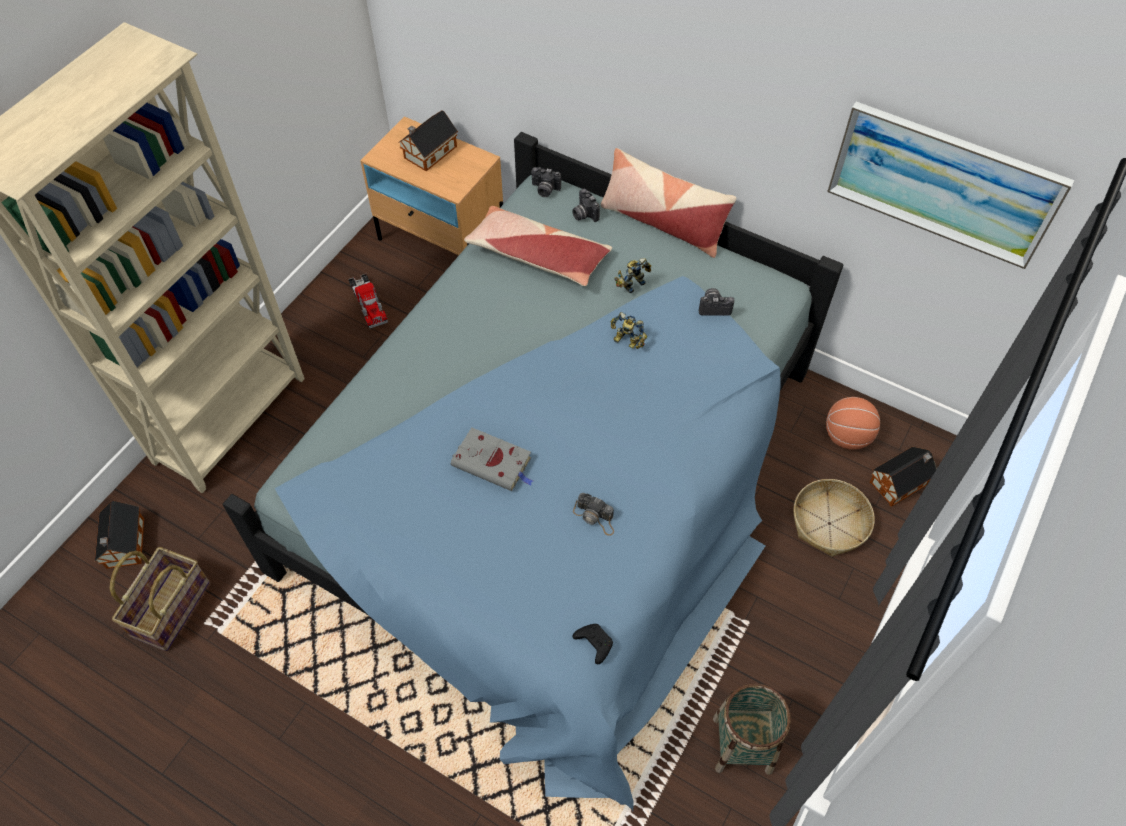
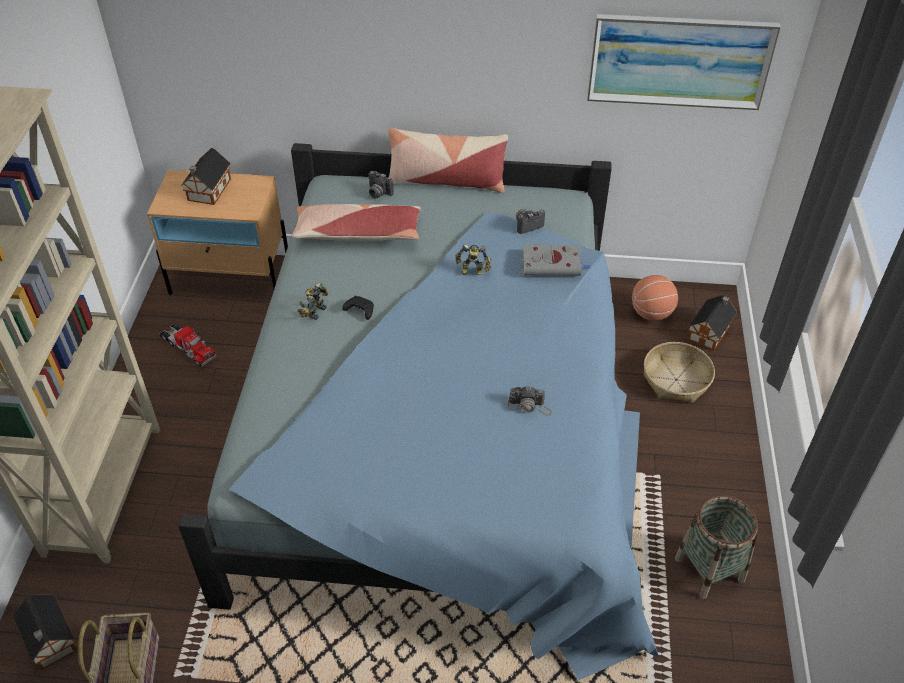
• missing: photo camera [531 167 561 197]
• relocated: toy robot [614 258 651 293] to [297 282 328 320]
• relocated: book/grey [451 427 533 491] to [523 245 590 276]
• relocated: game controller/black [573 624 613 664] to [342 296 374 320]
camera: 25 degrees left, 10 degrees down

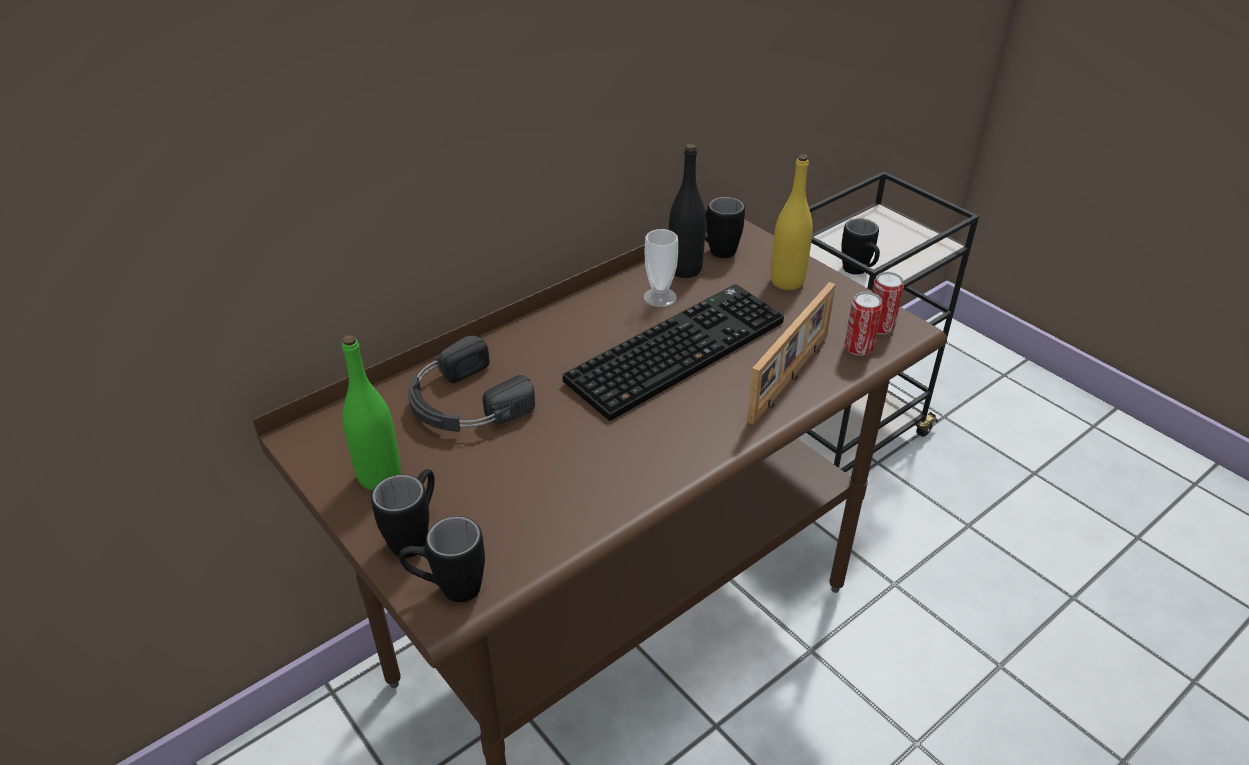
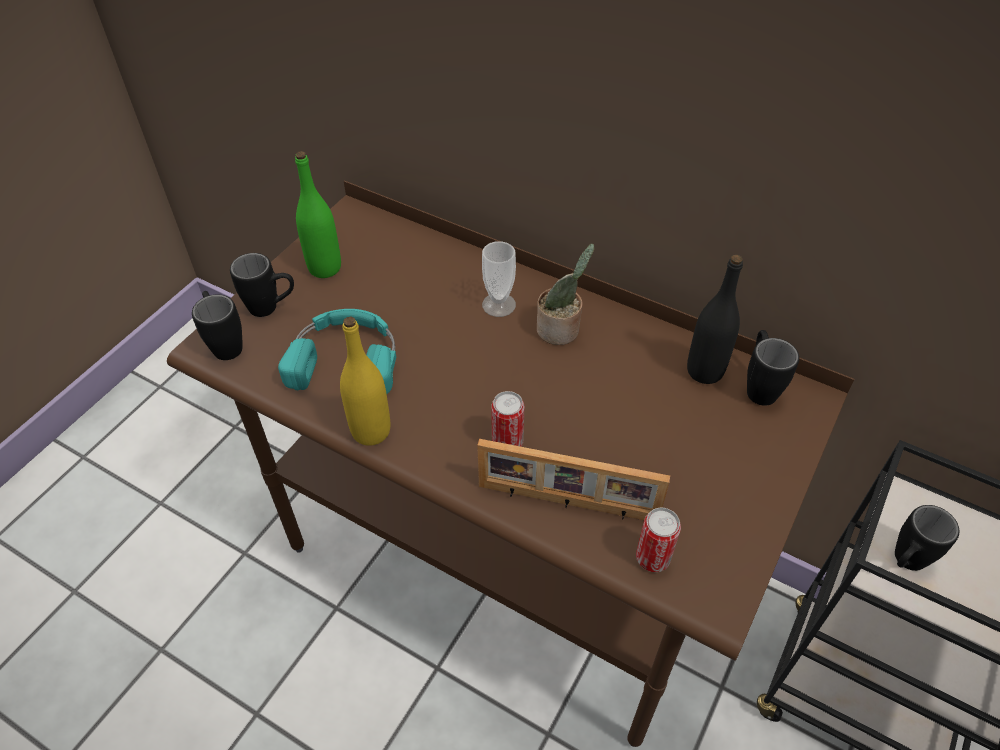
• relocated: bottle/yellow [771 154 813 290] to [340 316 390 446]
• relocated: cup [643 229 678 307] to [482 241 516 317]
• relocated: can [872 272 904 335] to [491 391 525 447]
• missing: keyboard [563 284 784 421]
• missing: headphones/black [408 336 535 432]
• appeared: potted plant [537 243 594 345]
• appeared: headphones/turquoise [278 309 396 394]
camera: 70 degrees right, 10 degrees up

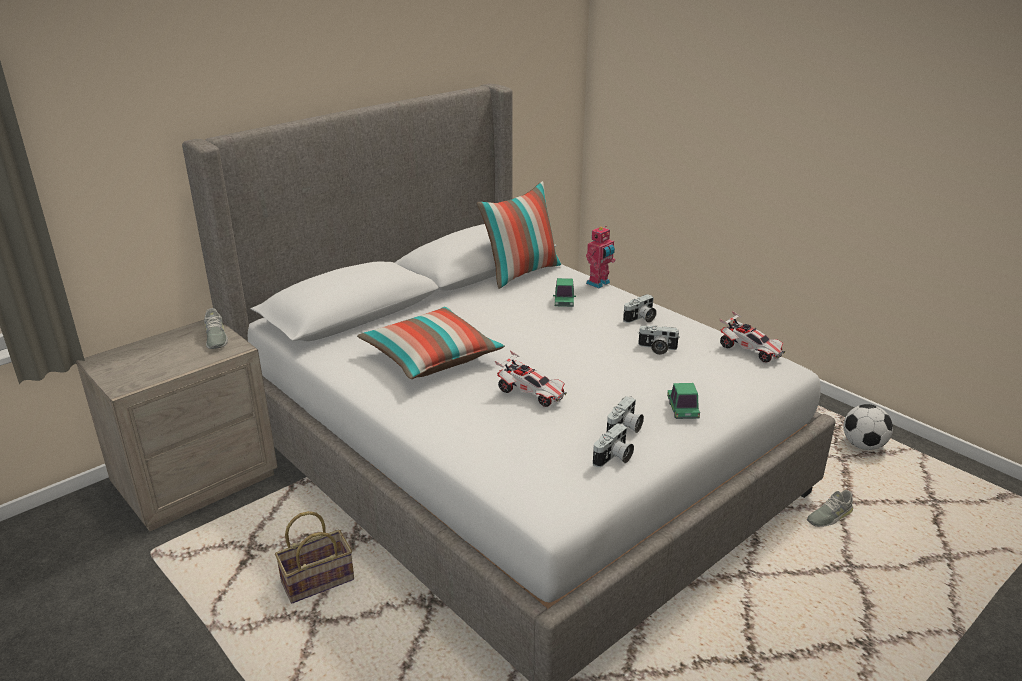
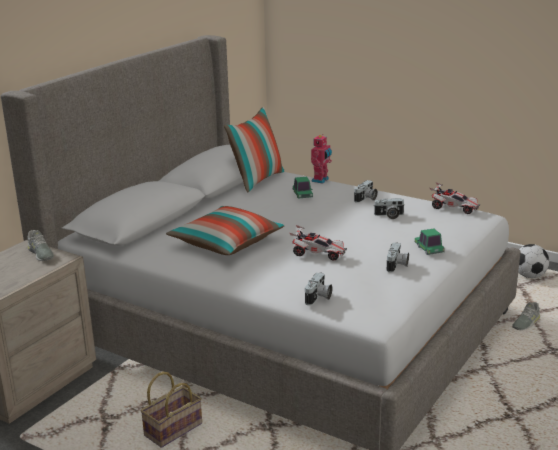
• relocated: photo camera [593 423 634 467] to [305 272 333 305]
camera: 15 degrees left, 5 degrees down

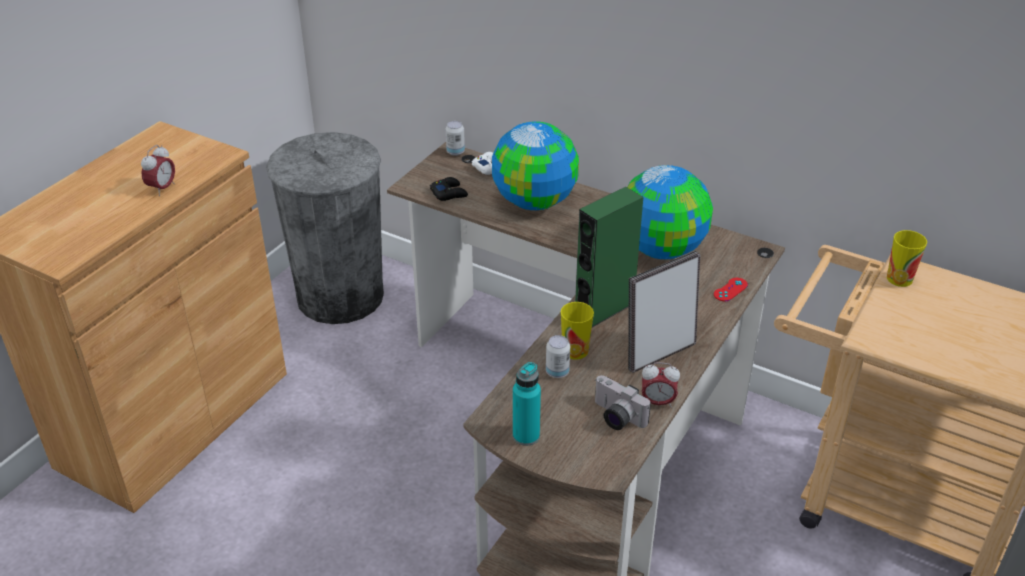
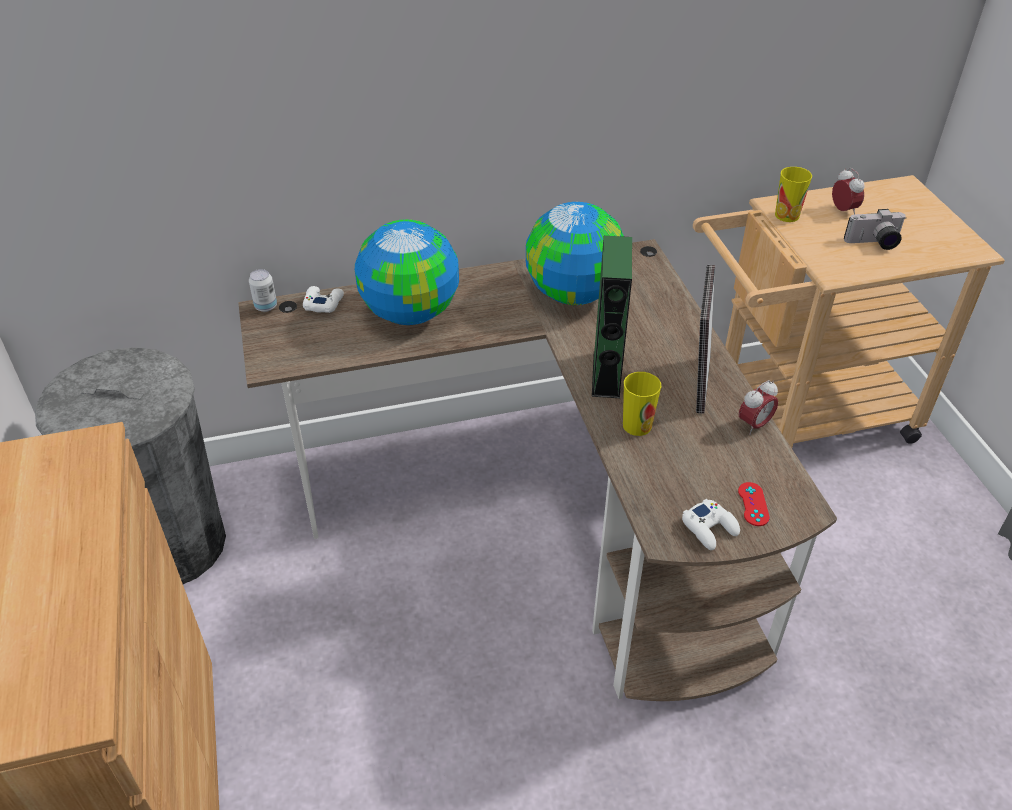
• relocated: alarm clock [141 145 175 196] to [832 168 865 215]
• missing: game controller/black [430 177 468 201]
• relocated: game controller/red [714 278 748 301] to [738 482 770 526]
• missing: can [546 335 570 378]
• exchanged: bottle/turquoise [513 362 541 446] to game controller/white [682 499 740 550]
• relocated: photo camera [595 375 651 430] to [844 209 906 250]
camera: 45 degrees left, 5 degrees up

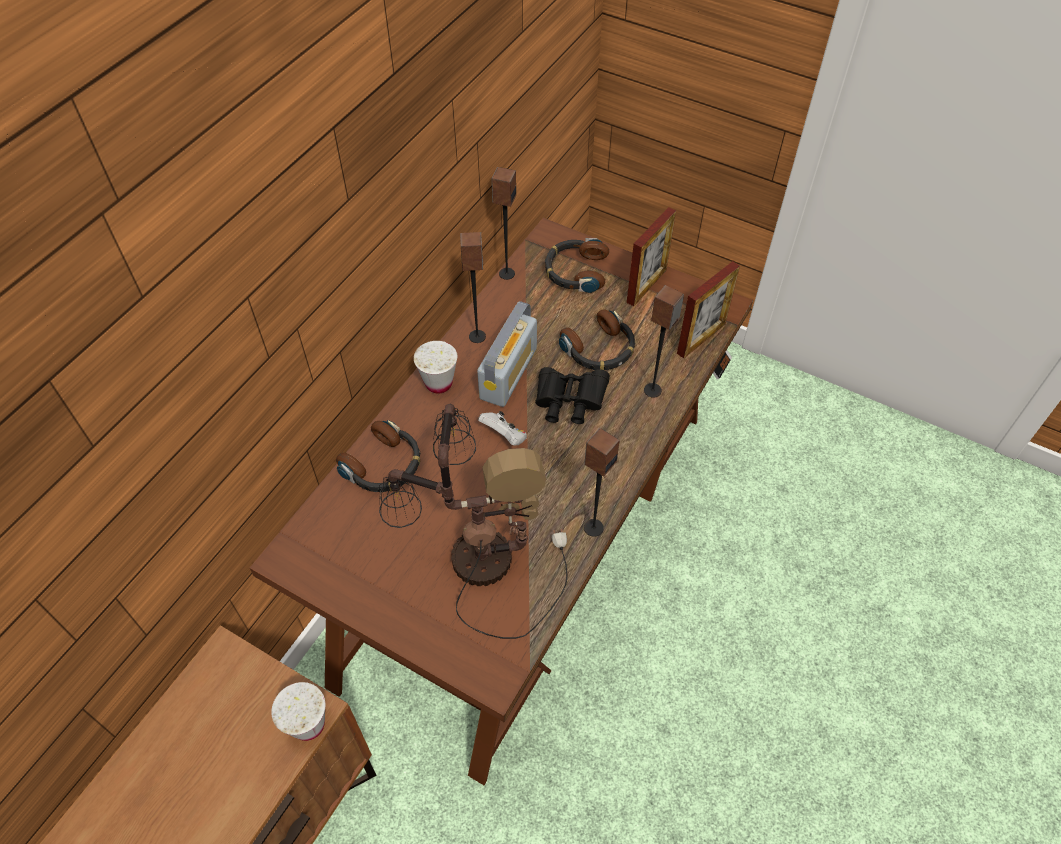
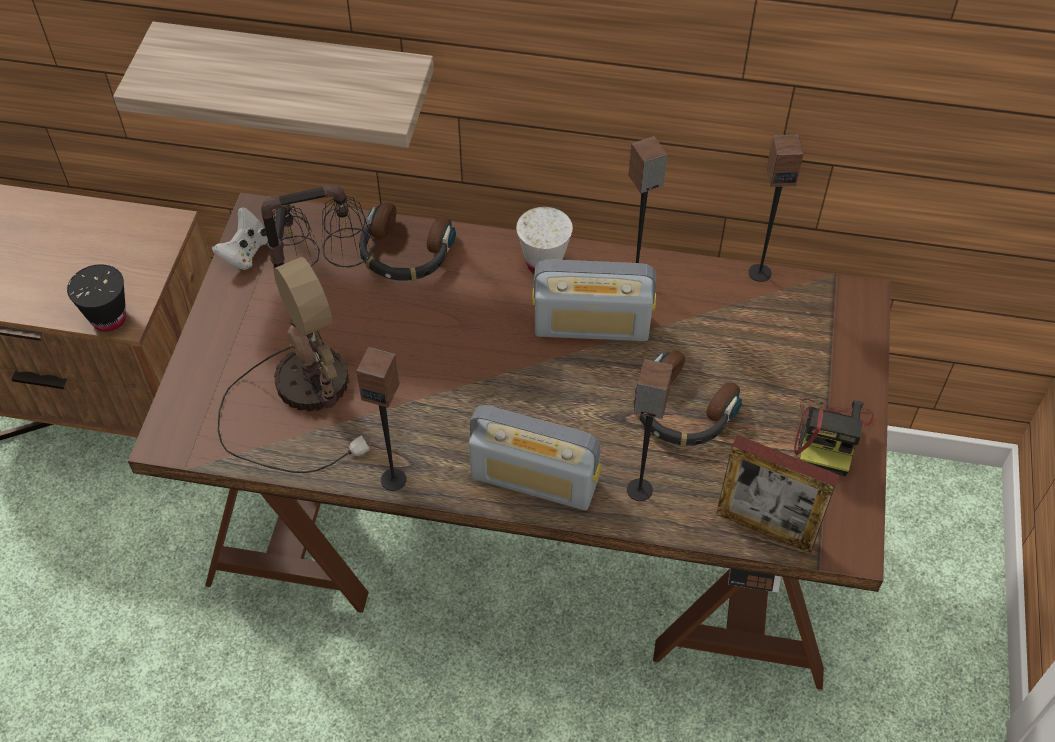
• exchanged: picture frame [627 207 676 306] to photo camera [794 398 874 476]
• missing: headphones [545 238 609 293]
• missing: binoculars/black [535 367 610 424]
• relocated: game controller/white [478 411 527 446] to [212 208 268 270]
• colour: cup/white [271 682 325 741] to cup/black [67 264 126 332]
• appeared: shelf [113 22 434 148]
• appeared: radio [469 405 602 510]
camera: 70 degrees right, 0 degrees up

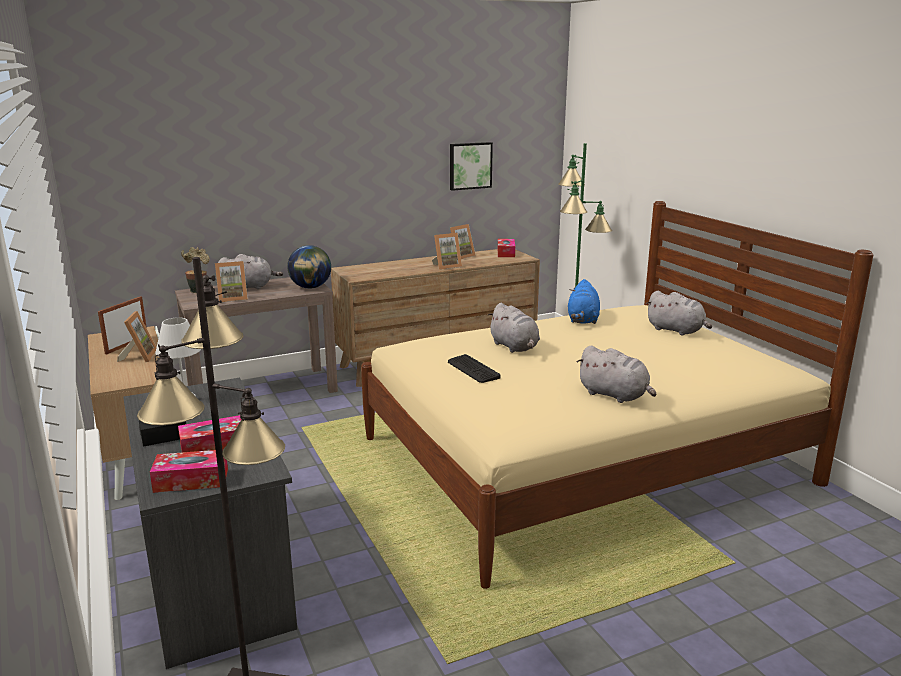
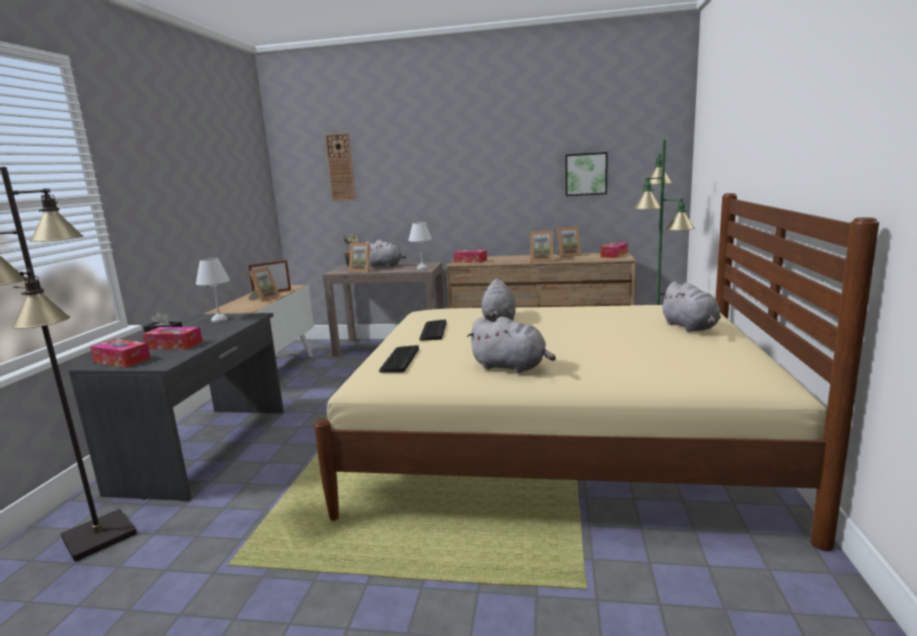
• exchanged: globe [287 245 331 289] to table lamp/white [409 222 432 270]
• missing: plush toy/blue [568 279 600 324]
• spun: plush toy/grey [577 346 656 403] = [467 317 556 374] 45 degrees counterclockwise
• appeared: wall clock [325 133 356 201]
• appeared: tissue box [453 250 487 263]
• appeared: keyboard [379 345 419 373]
camera: 35 degrees right, 5 degrees down

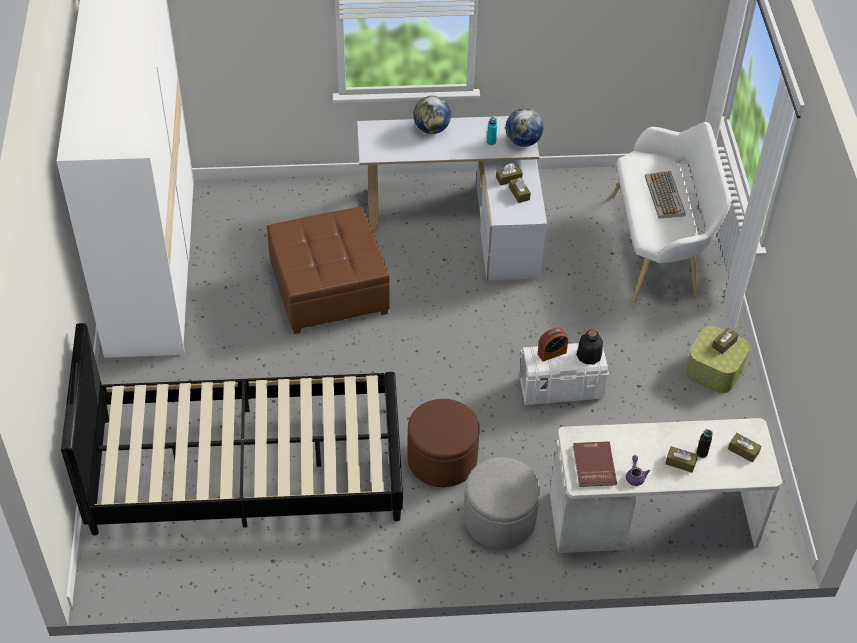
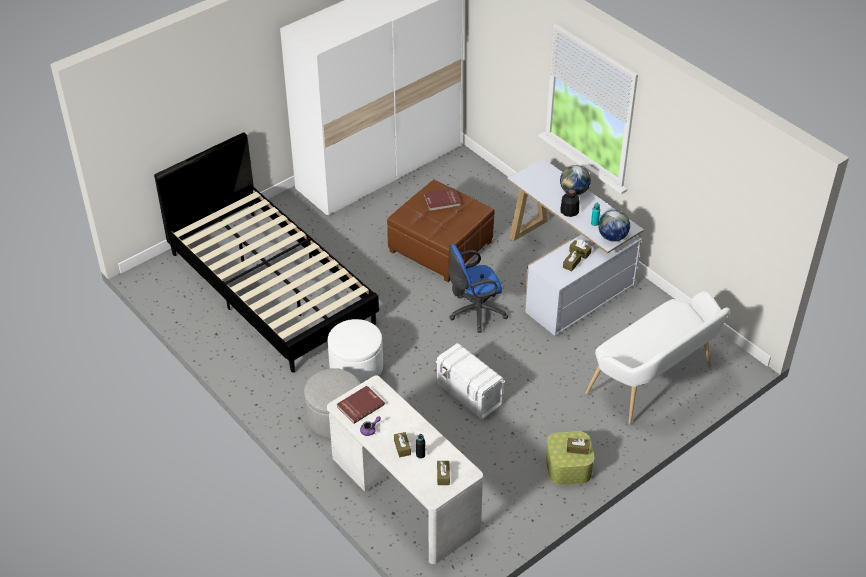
• missing: keyboard [645 171 686 218]
• missing: alarm clock [538 327 568 361]
• relocated: bottle [576 330 603 364] to [560 189 579 217]
• colour: ottoman/brown [407 399 480 487] to ottoman/white [327 319 383 384]
• appeared: book/red [424 188 460 211]
• appeared: office chair/blue [449 244 508 333]
camera: 55 degrees right, 5 degrees down

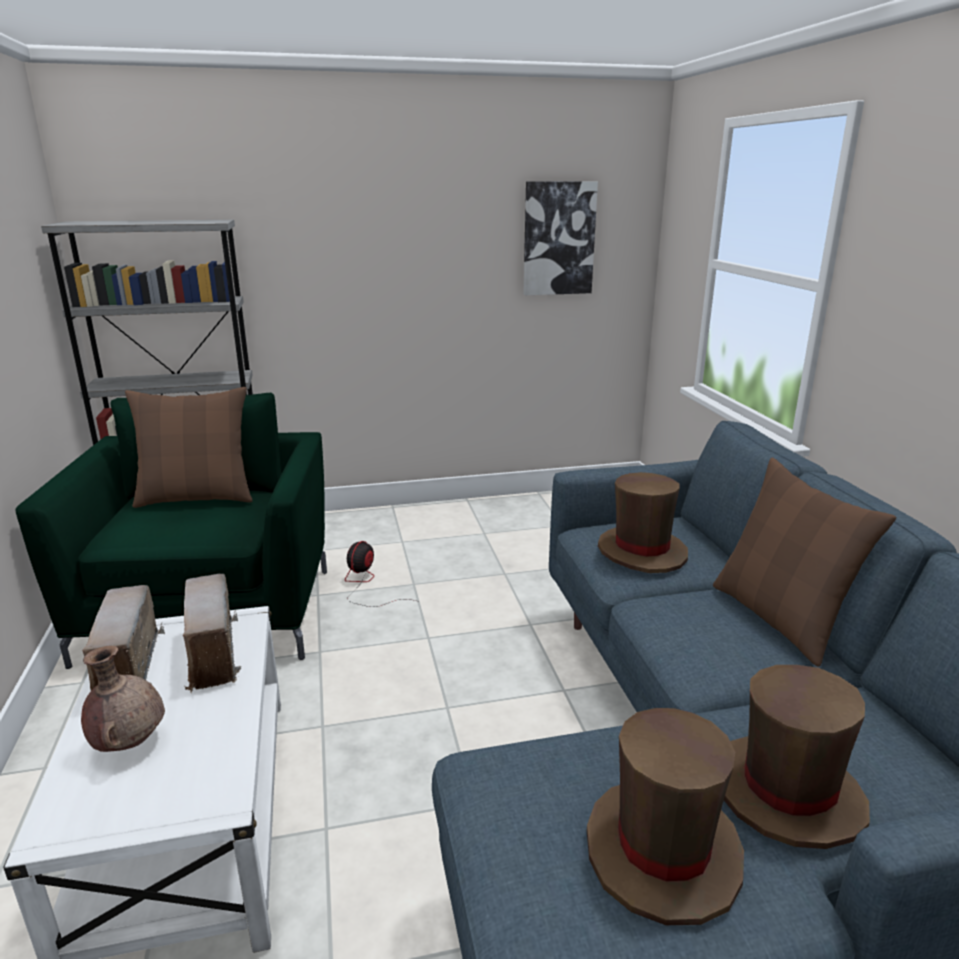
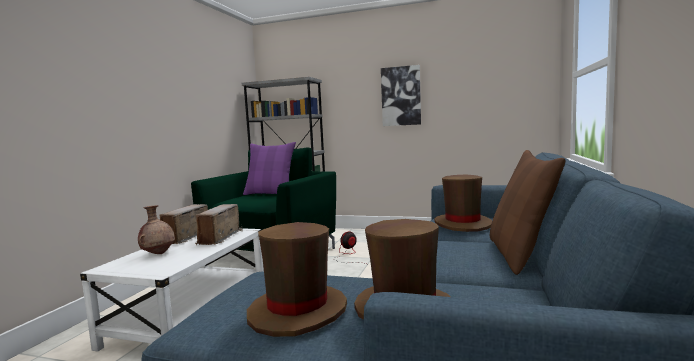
• relocated: picture [523 181 598 295] to [381 65 421 126]
• colour: pillow/brown [125 387 253 508] to pillow/purple [243 142 296 195]
camera: 30 degrees right, 15 degrees down

